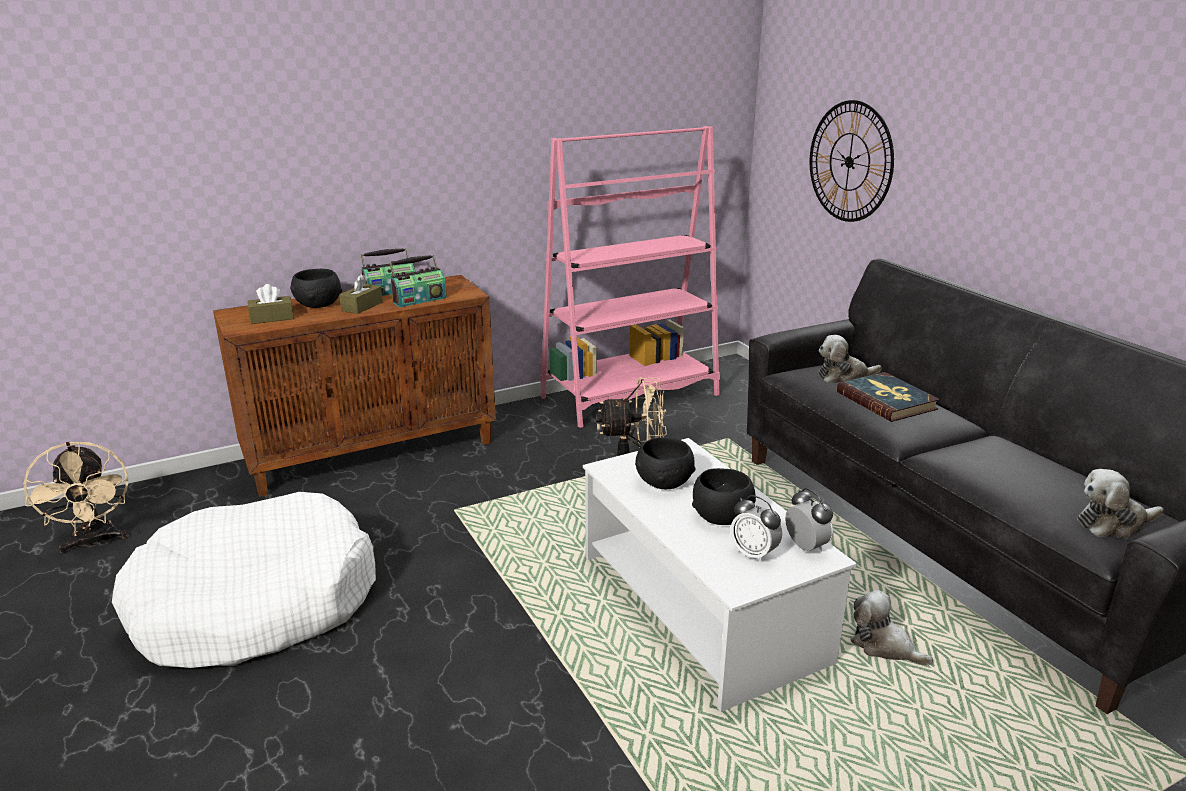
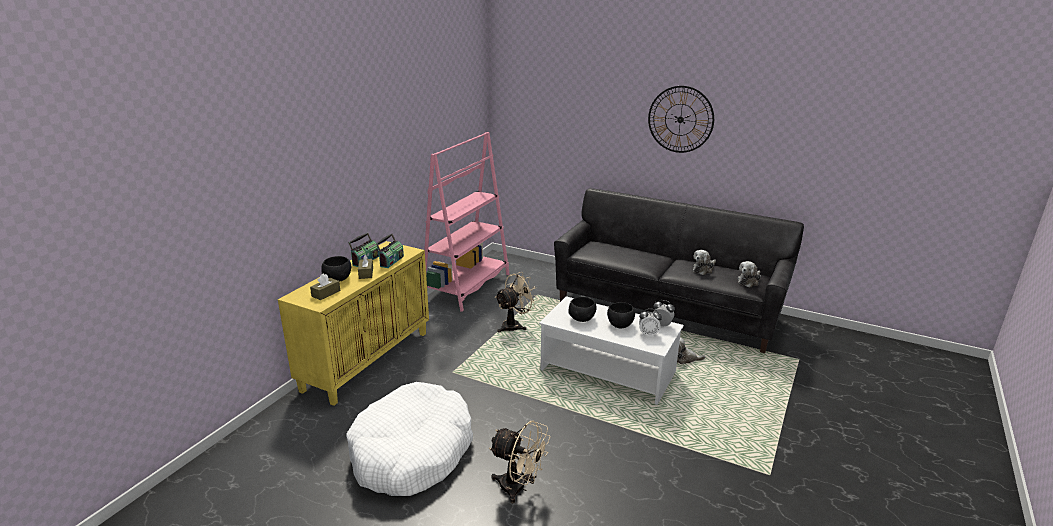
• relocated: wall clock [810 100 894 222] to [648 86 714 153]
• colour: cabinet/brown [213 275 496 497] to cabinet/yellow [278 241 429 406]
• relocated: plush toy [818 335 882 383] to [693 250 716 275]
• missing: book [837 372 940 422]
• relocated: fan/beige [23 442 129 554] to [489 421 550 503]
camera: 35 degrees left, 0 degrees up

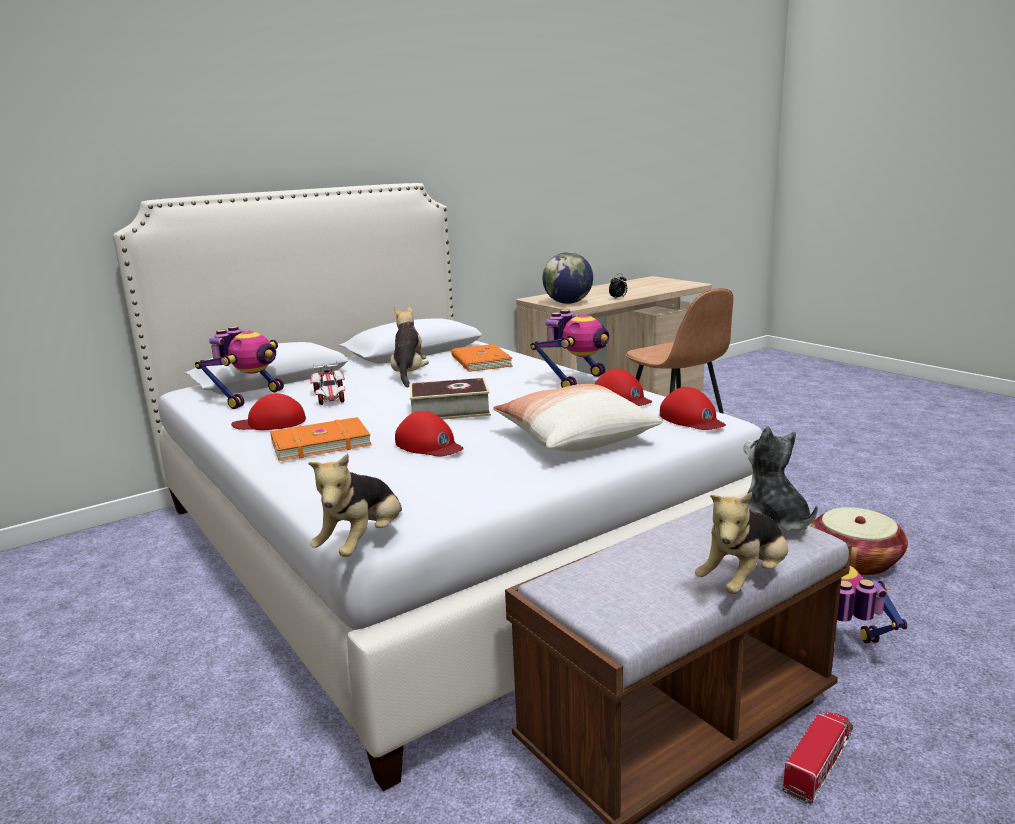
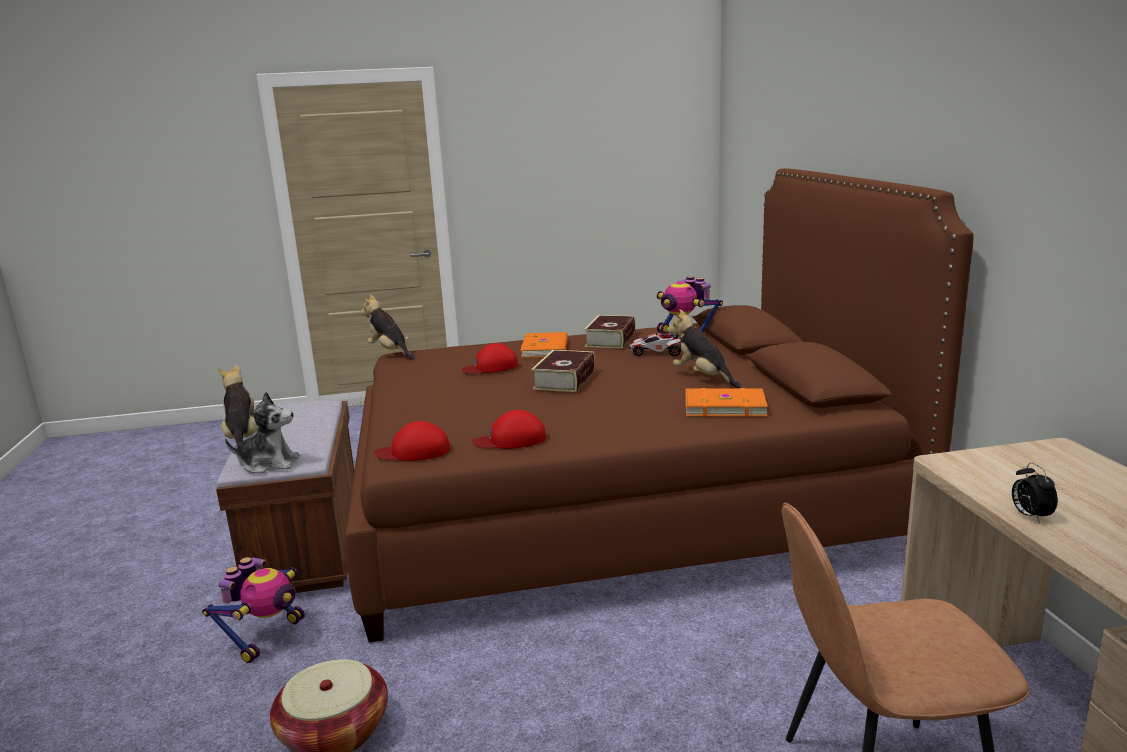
• colour: bed/white [113 183 762 791] to bed/brown [344 168 974 643]
• missing: globe [543 252 593 304]
• spun: plush toy [390 306 429 387] = [667 309 741 388] 150 degrees counterclockwise
• missing: toy robot [530 309 609 388]
• missing: pillow [493 384 662 451]
• exchanged: cap/red [231 393 306 430] to book [584 315 635 349]
• missing: toy truck [782 711 853 804]
camera: 115 degrees right, 0 degrees up

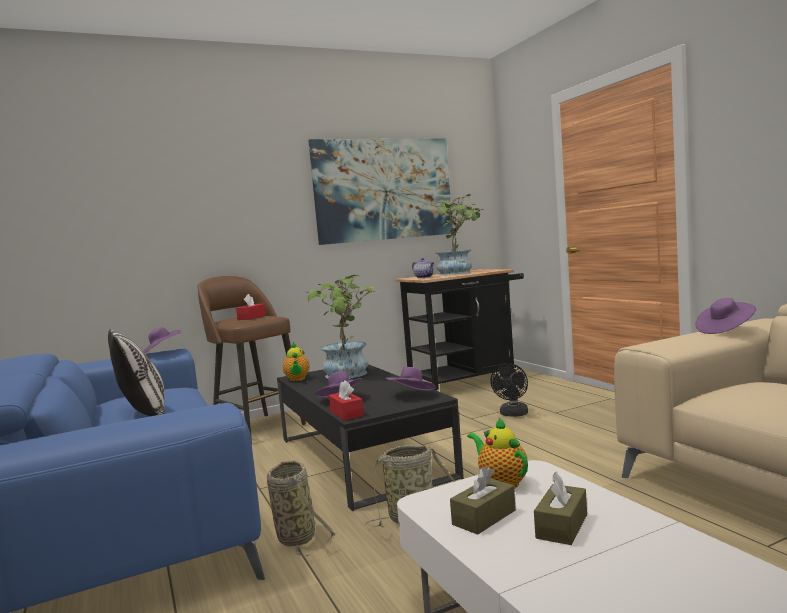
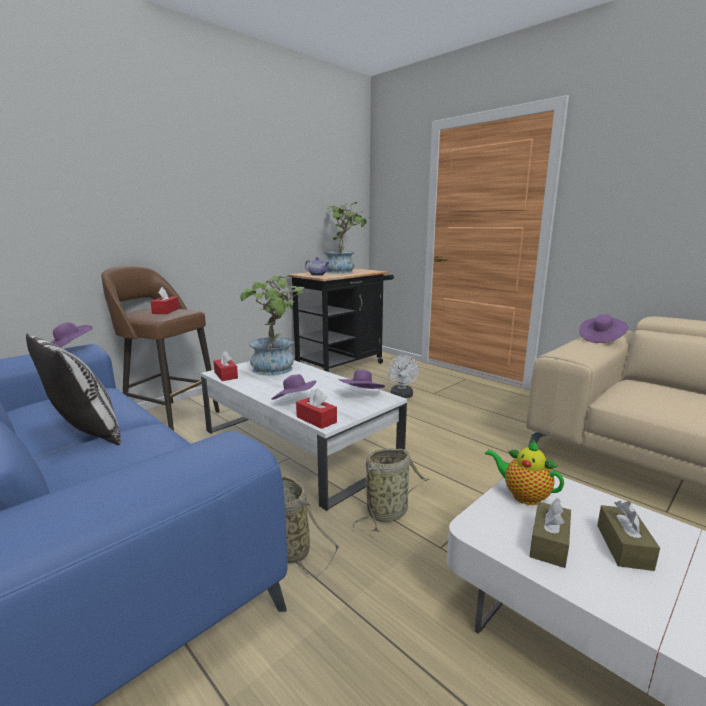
• missing: picture [308 139 453 245]
• exchanged: teapot [283 342 309 381] to tissue box/red [214 351 238 381]
• colour: fan/black [491 363 528 417] to fan/white [388 355 419 398]
• colour: coffee table/black [277 364 464 511] to coffee table/white [201 360 407 511]
camera: 20 degrees left, 10 degrees up

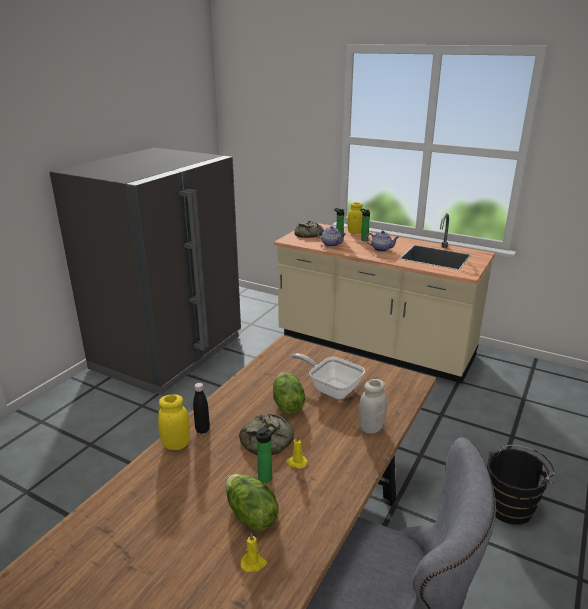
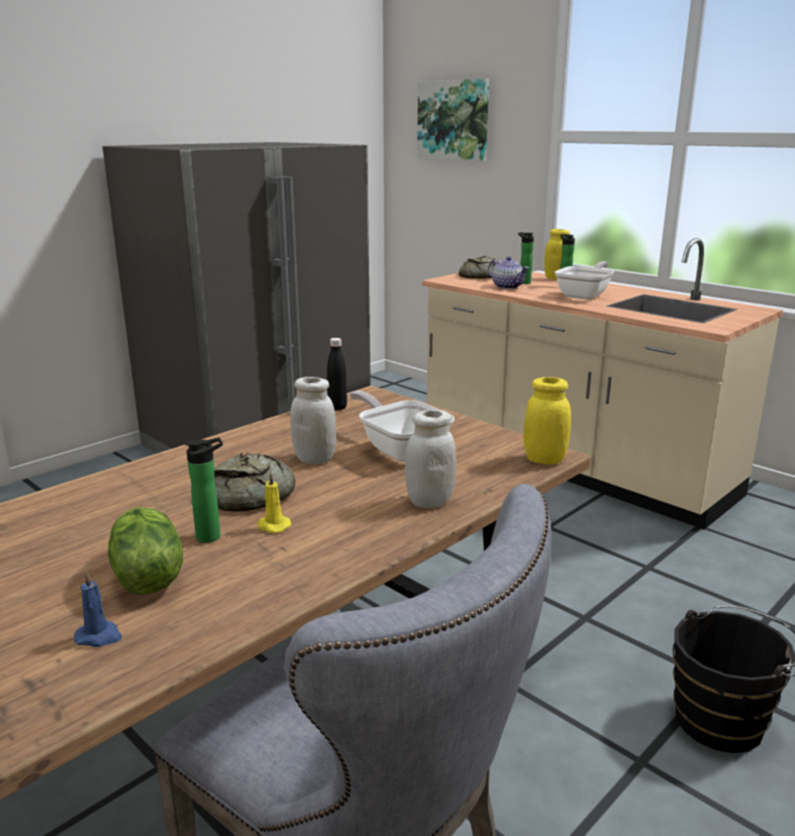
• exchanged: teapot [366 231 399 252] to frying pan [555 261 614 300]
• exchanged: lettuce [273 372 305 414] to jar/white [290 377 336 464]
• relocated: bottle/black [193 383 210 434] to [327 338 347 410]
• relocated: jar/yellow [158 395 190 450] to [523 377 571 465]
• colour: candle/yellow [240 533 267 572] to candle/blue [74 571 122 647]
• appeared: picture [417 79 489 161]
camera: 15 degrees right, 5 degrees down

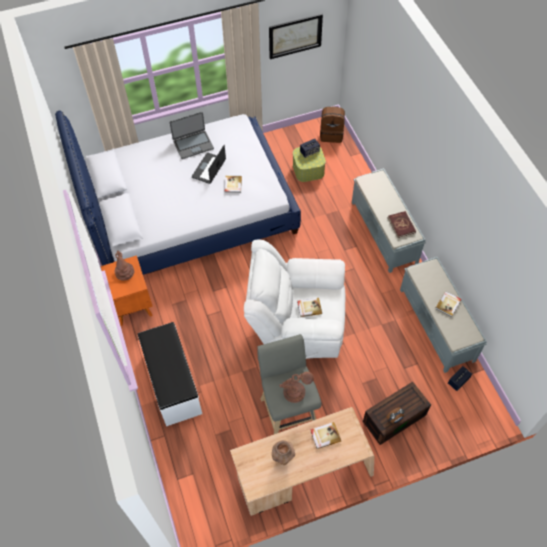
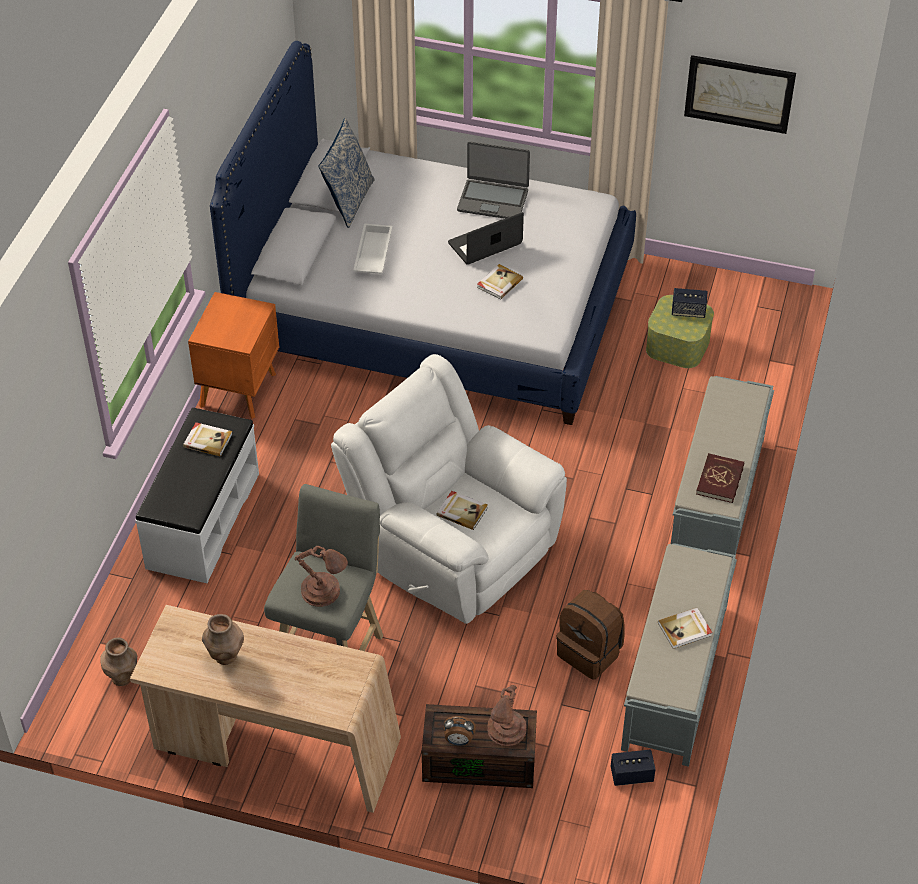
• relocated: backpack/brown [320 106 345 143] to [557 590 625 680]
• relocated: table lamp/brown [114 251 134 281] to [487 685 527 746]
• relocated: book [310 422 341 449] to [183 422 233 457]
• appeared: pillow [318 118 375 228]
• appeared: tray/white [353 223 393 274]
• appeared: vase/brown [100 637 137 686]
camera: 35 degrees right, 10 degrees down

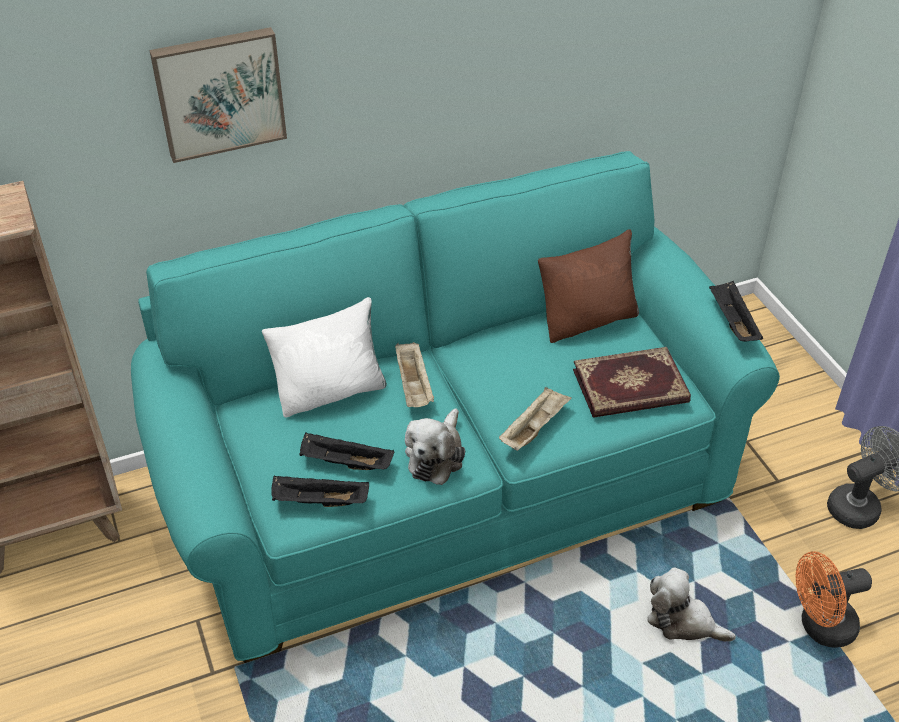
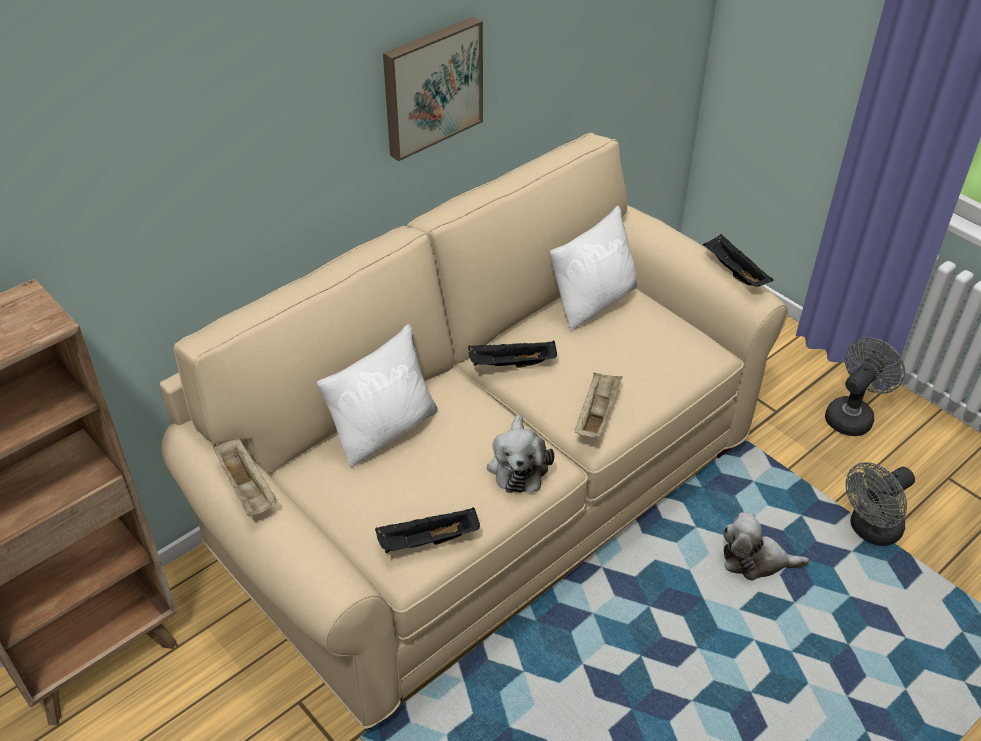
• relocated: picture [149 27 287 163] to [383 16 483 161]
• colour: sofa/turquoise [131 151 780 663] to sofa/beige [159 133 788 730]
• colour: pillow/brown [538 229 639 343] to pillow/white [549 206 637 331]
• relocated: tray/beige [395 342 434 407] to [213 438 277 516]
• missing: book [573 347 691 418]
• relocated: tray/black [299 433 394 470] to [468 341 557 368]
• colour: fan/orange [796 552 872 647] to fan/grey [845 462 915 546]
camera: 20 degrees left, 0 degrees up

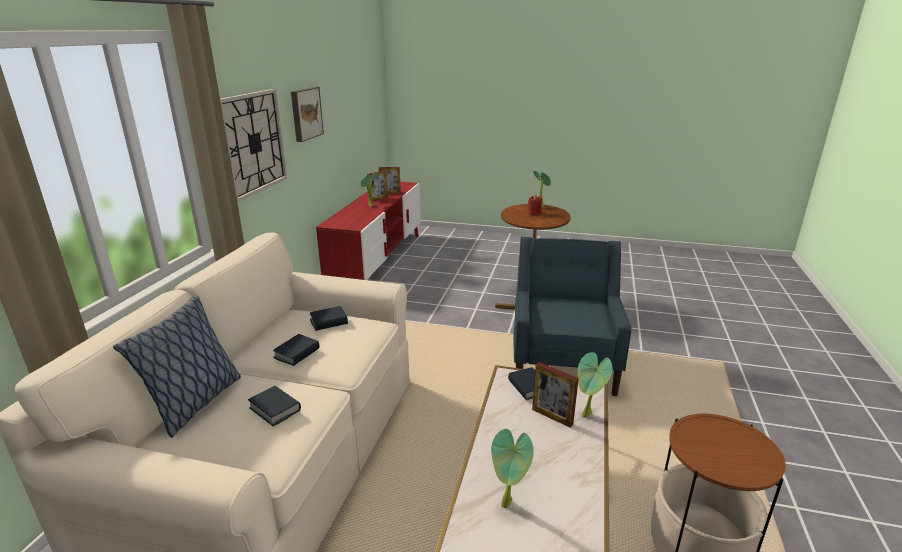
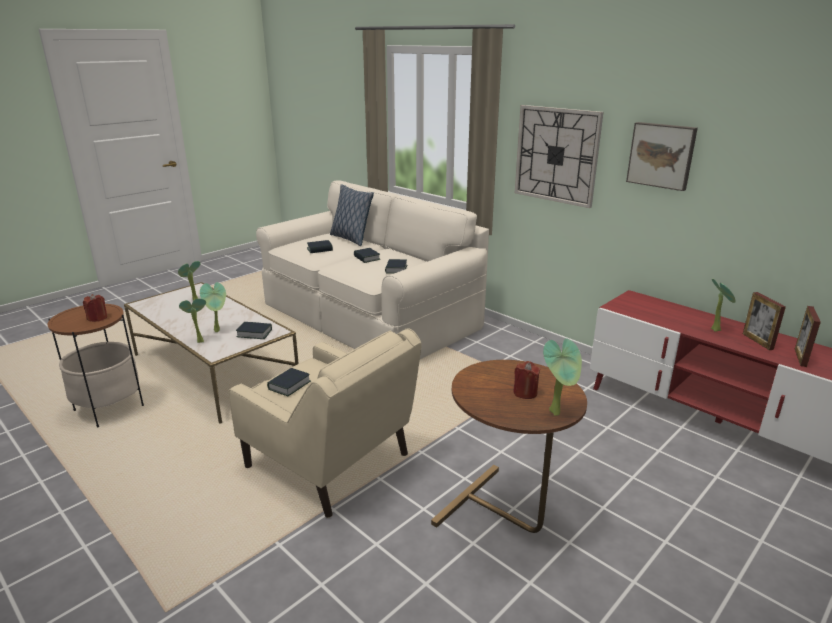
• colour: armchair/blue [513 237 632 396] to armchair/beige [228 328 422 518]
• exchanged: picture frame [532 362 579 428] to potted plant [200 282 226 332]
• appeared: candle/red [83 294 107 322]
• appeared: book [267 368 311 396]
camera: 120 degrees right, 0 degrees up

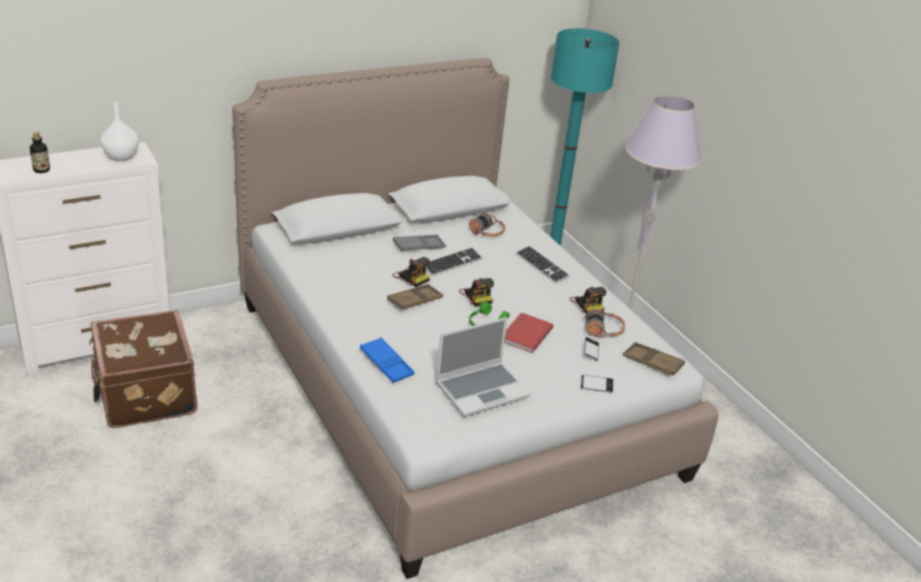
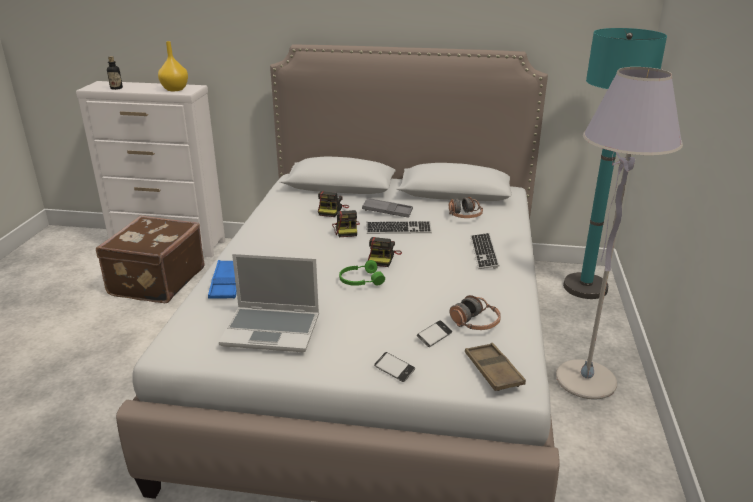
• colour: vase/white [100 101 139 161] to vase/yellow [158 41 188 91]
• missing: tray/brown [387 284 443 310]
• relocated: photo camera [570 287 607 313] to [318 191 349 217]
• missing: book/red [504 313 554 353]
camera: 40 degrees right, 5 degrees down

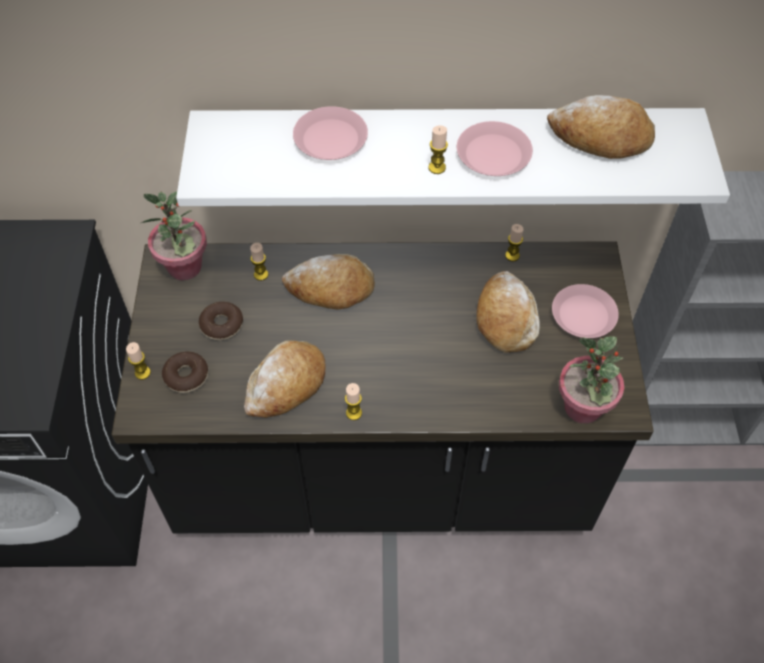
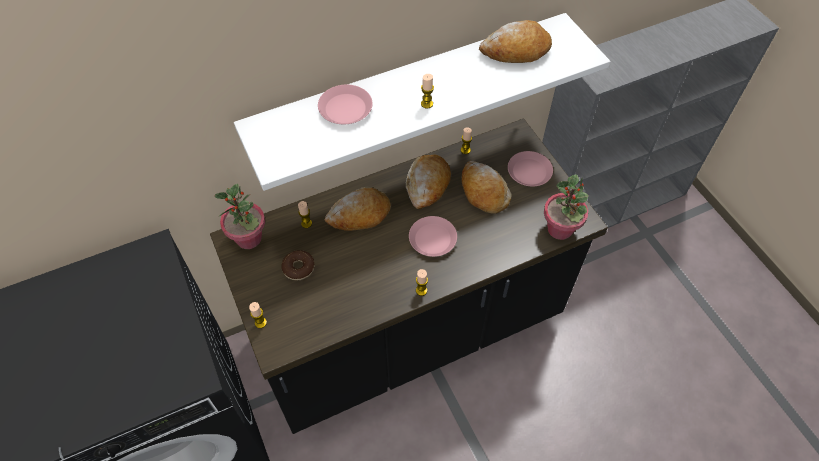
• relocated: plate/pink [457 121 533 176] to [409 216 457 257]
• relocated: bread [244 340 325 418] to [406 154 451 209]
• missing: donut [162 352 209 393]
camera: 25 degrees left, 0 degrees up

